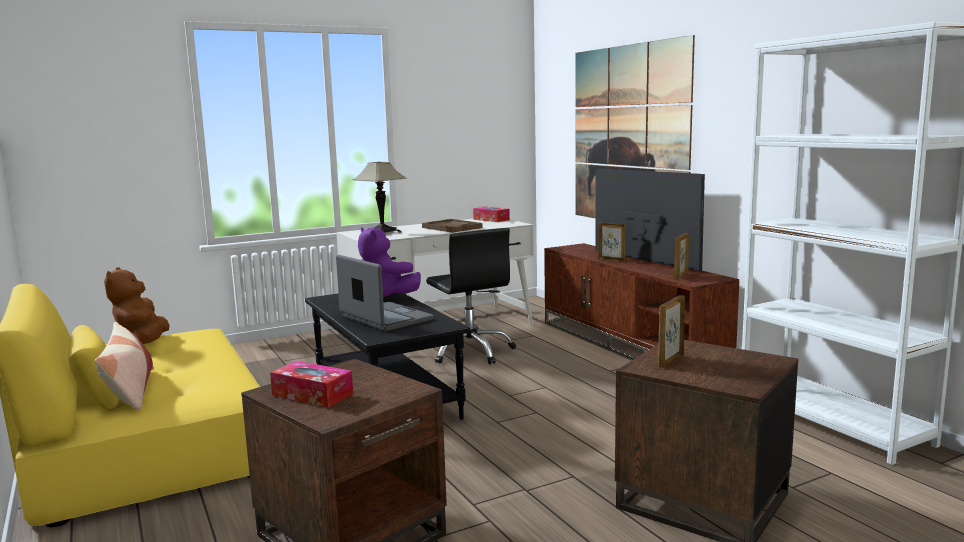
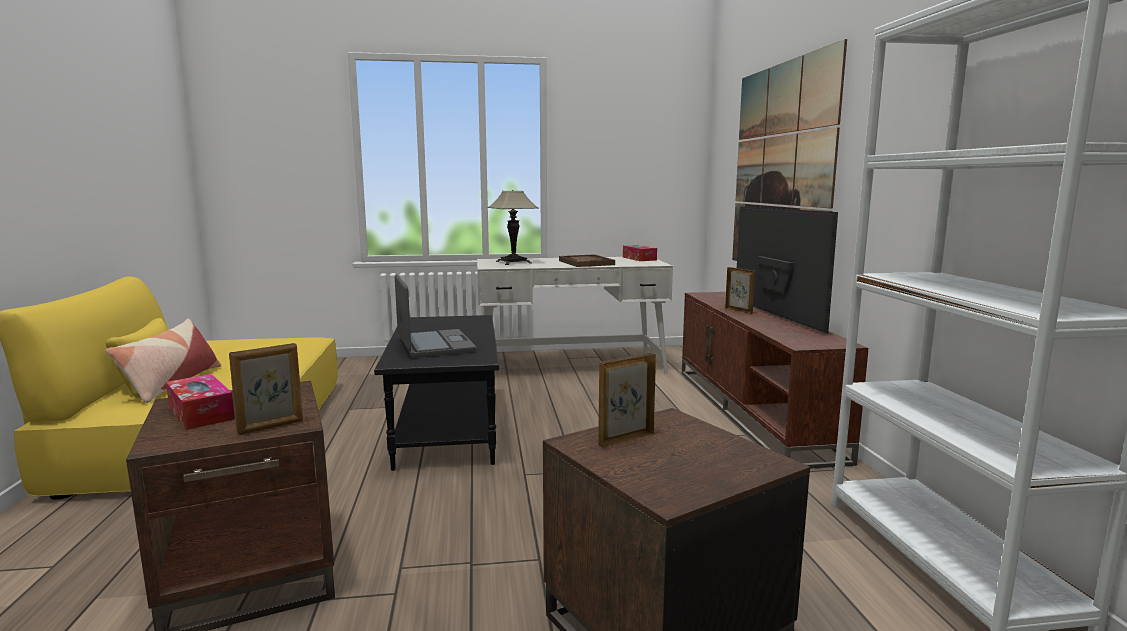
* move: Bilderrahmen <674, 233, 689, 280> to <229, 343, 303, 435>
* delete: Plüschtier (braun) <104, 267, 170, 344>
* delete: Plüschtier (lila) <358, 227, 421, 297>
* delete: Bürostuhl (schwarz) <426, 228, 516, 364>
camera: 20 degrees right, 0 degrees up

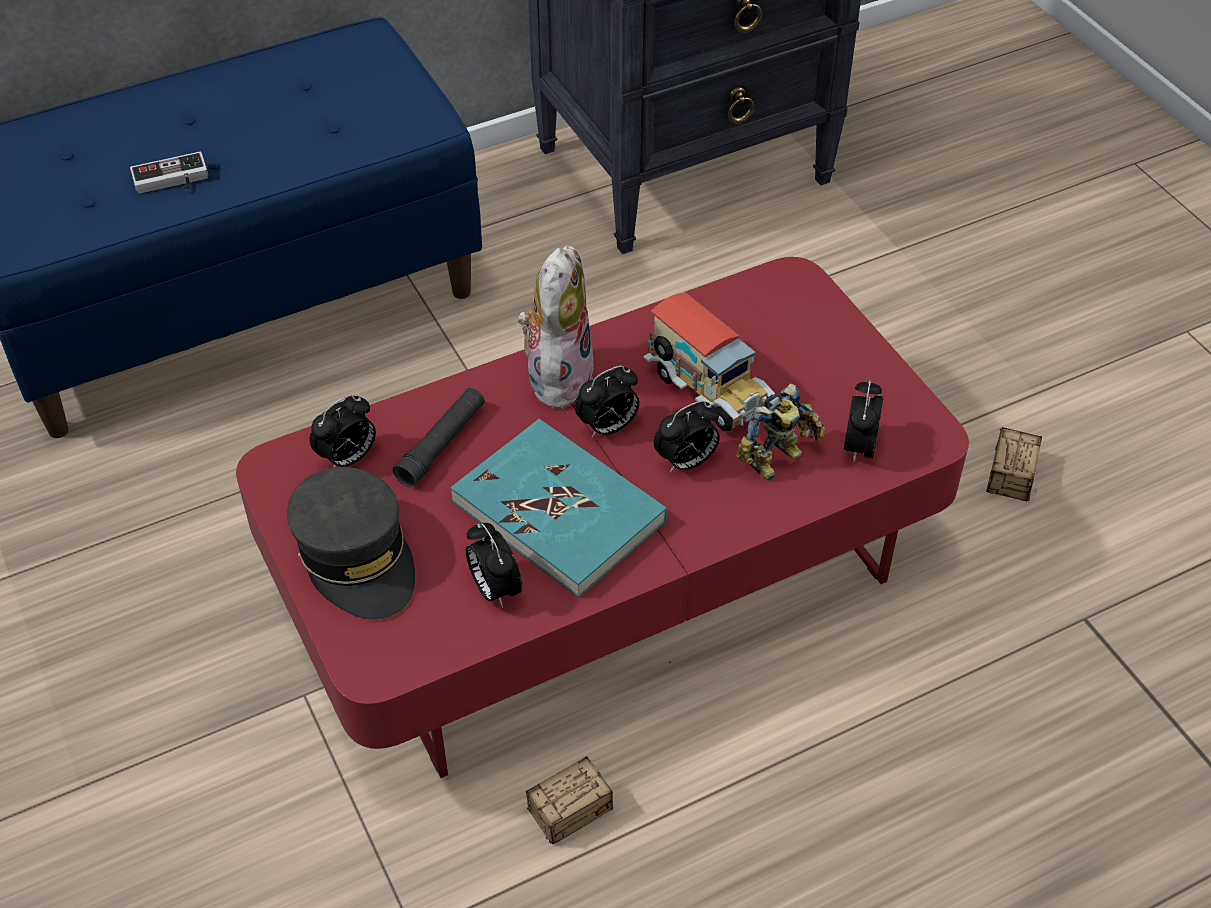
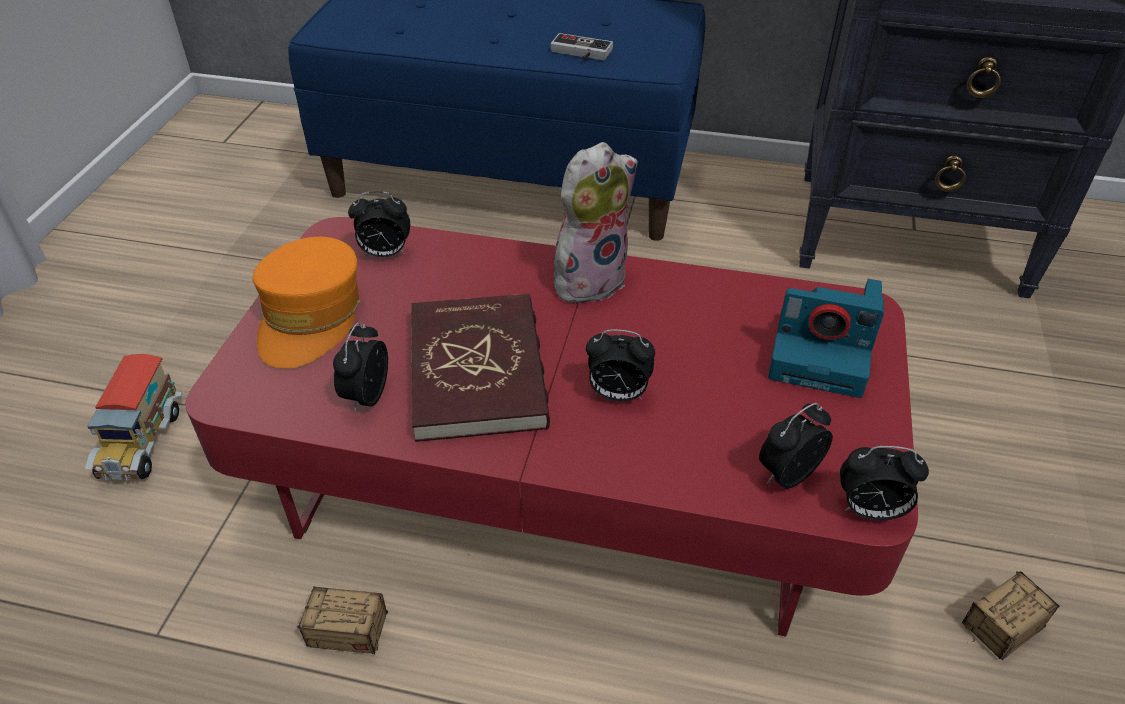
* move: Spielzeuglaster <643, 292, 775, 431> to <85, 354, 182, 481>
* recolor: Kappe (grau) <287, 467, 415, 620> to Kappe (orange) <253, 237, 360, 369>
* recolor: Buch (türkis) <450, 419, 667, 598> to Buch (rot) <411, 293, 550, 442>
* move: Gamepad <130, 152, 208, 194> to <550, 33, 613, 60>
* insert: Kamera <768, 279, 884, 398>
* move: Wecker <575, 365, 639, 438> to <840, 446, 929, 520>
* delete: Taschenlampe (schwarz) <392, 388, 485, 487>
* delete: Spielzeugroboter <736, 384, 825, 481>
camera: 40 degrees right, 5 degrees down

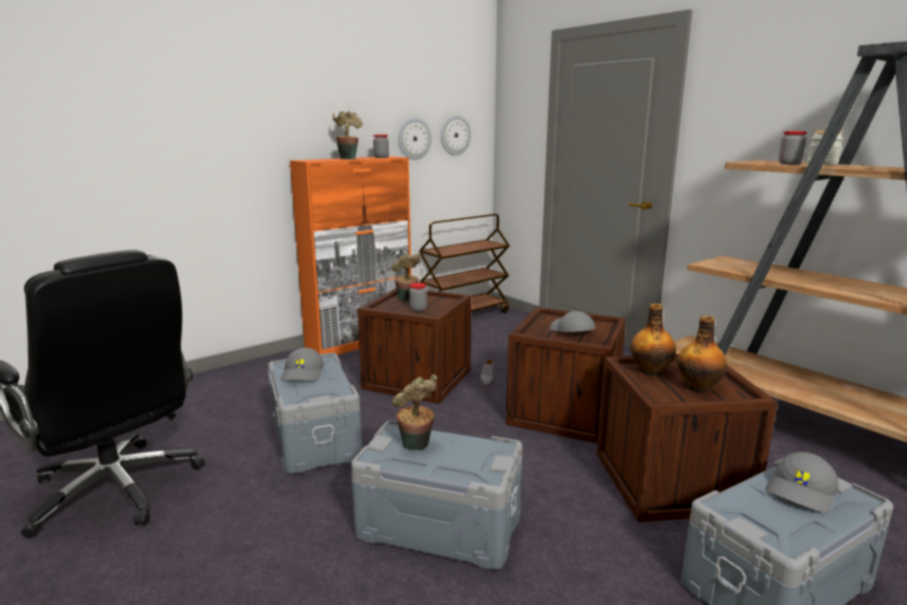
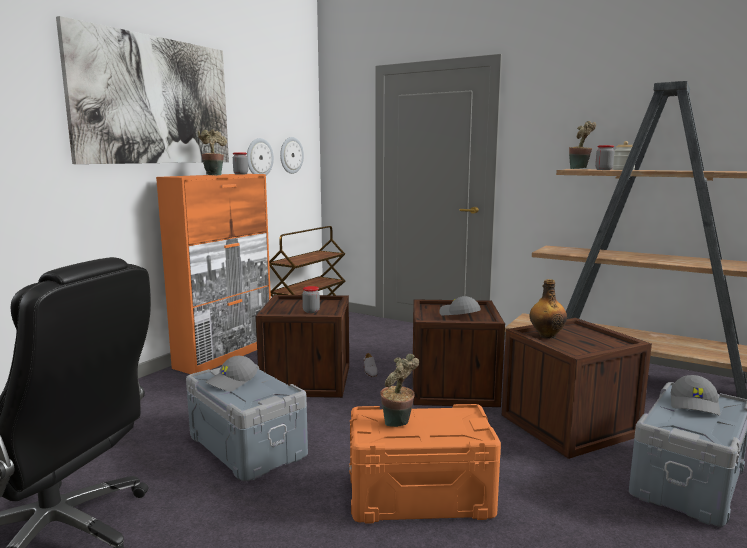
* insert: Bild <56, 16, 229, 164>
* rotate: Kappe (grau) <280, 348, 324, 381> = <206, 356, 257, 391> 60 degrees clockwise
* recolor: Aufbewahrungsbox (grau) <351, 420, 523, 570> to Aufbewahrungsbox (orange) <349, 404, 501, 524>
* move: Topfpflanze <392, 253, 421, 301> to <569, 121, 596, 169>
* delete: Flasche <677, 316, 727, 393>
camera: 20 degrees left, 5 degrees down

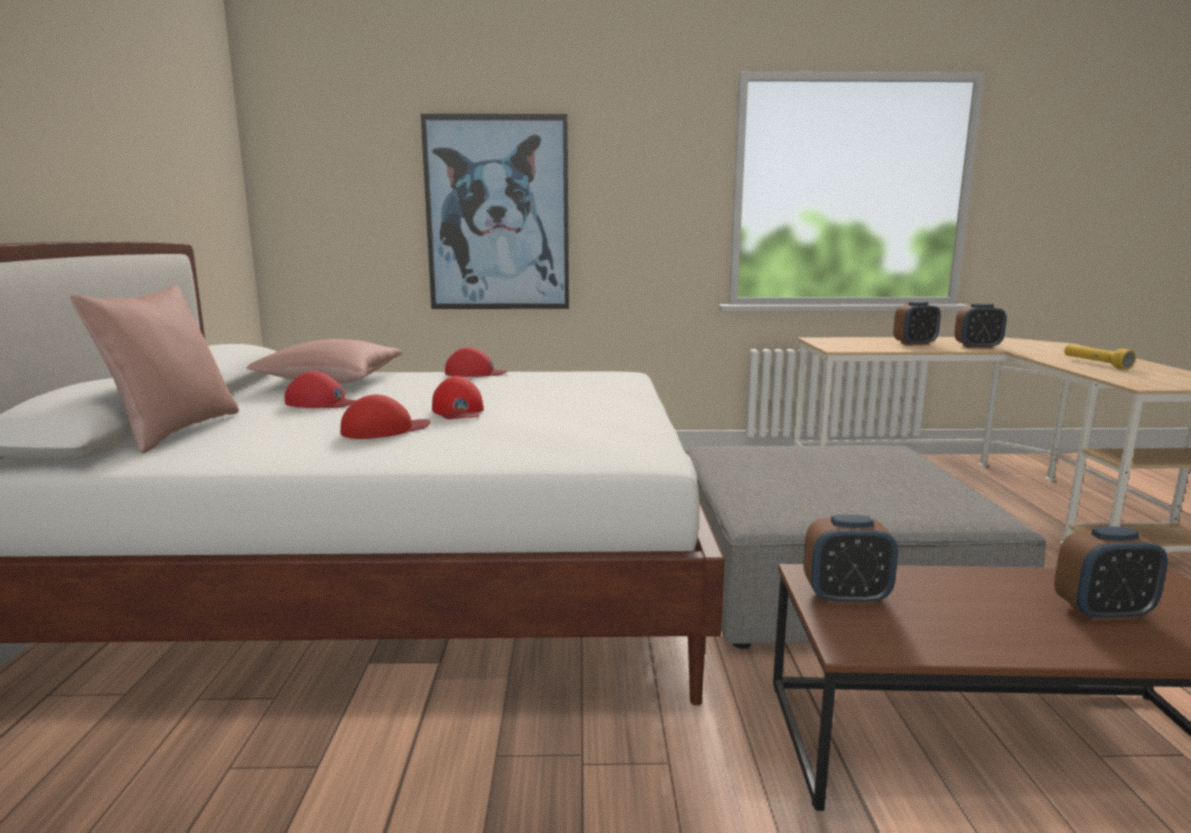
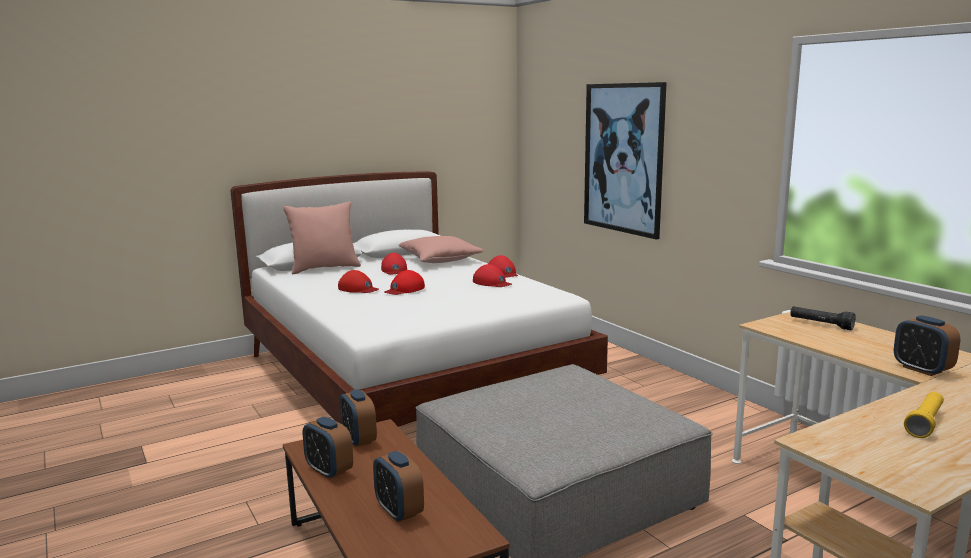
* move: Wecker <893, 301, 941, 346> to <303, 417, 353, 480>
* insert: Kappe (rot) <473, 264, 512, 287>
* insert: Taschenlampe (schwarz) <790, 306, 856, 330>
camera: 60 degrees right, 0 degrees up

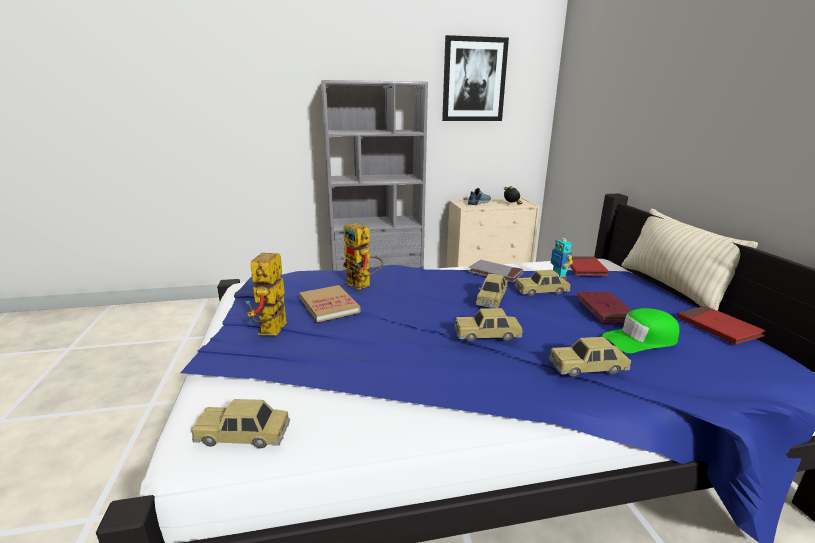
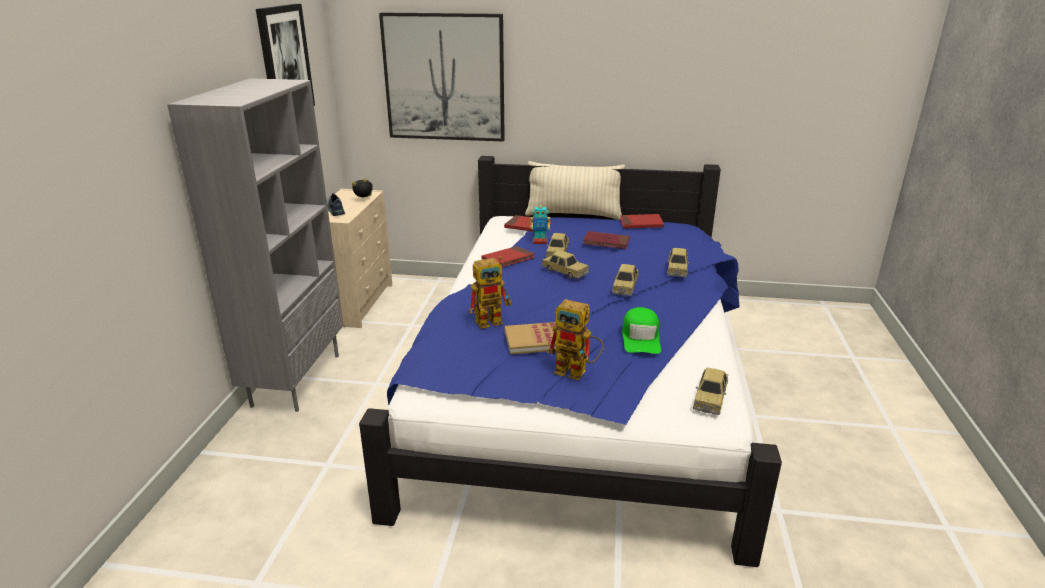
* insert: Bild <379, 12, 505, 142>
* recolor: Buch (grau) <468, 260, 524, 283> to Buch (rot) <481, 246, 535, 267>
* move: Kappe (grün) <602, 308, 679, 353> to <622, 307, 661, 354>
camera: 70 degrees left, 5 degrees up

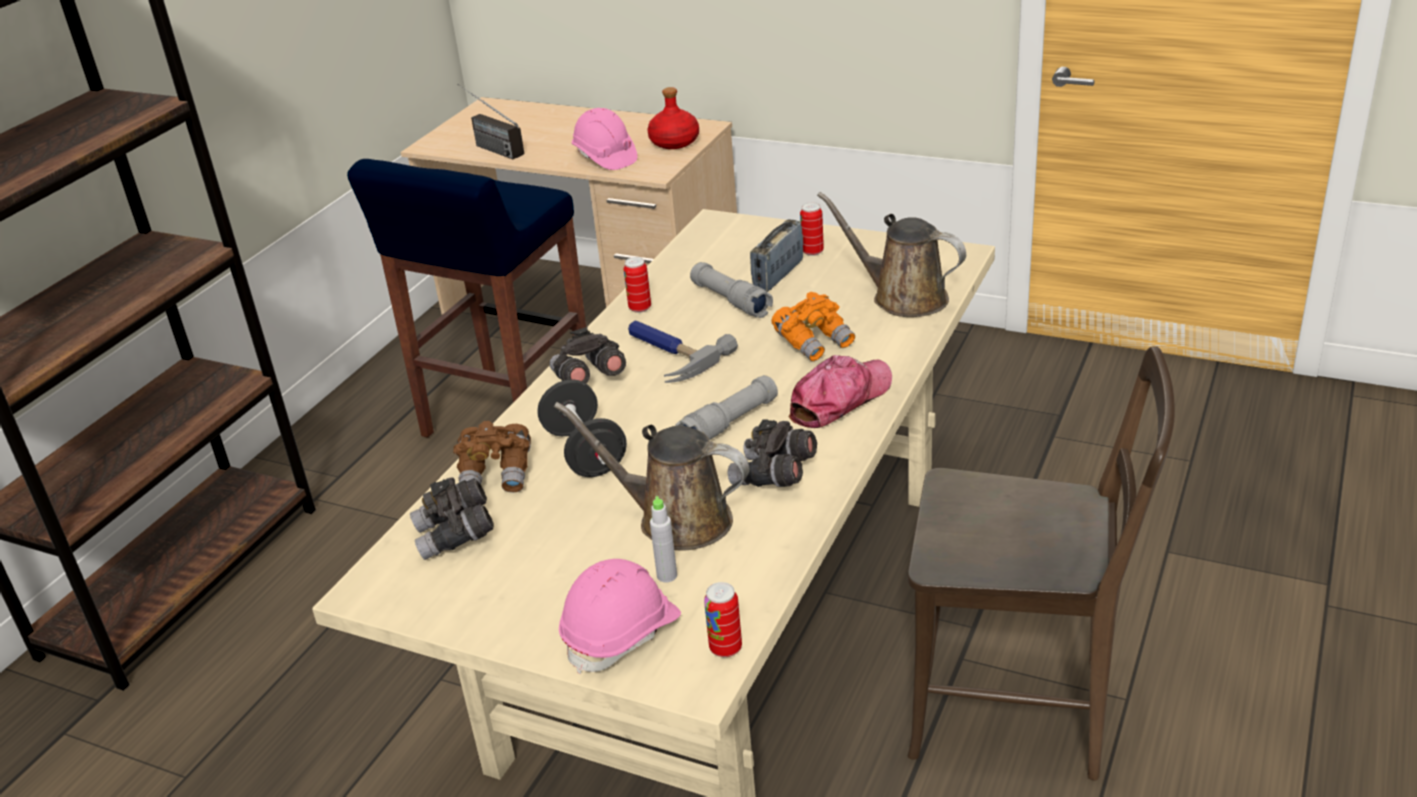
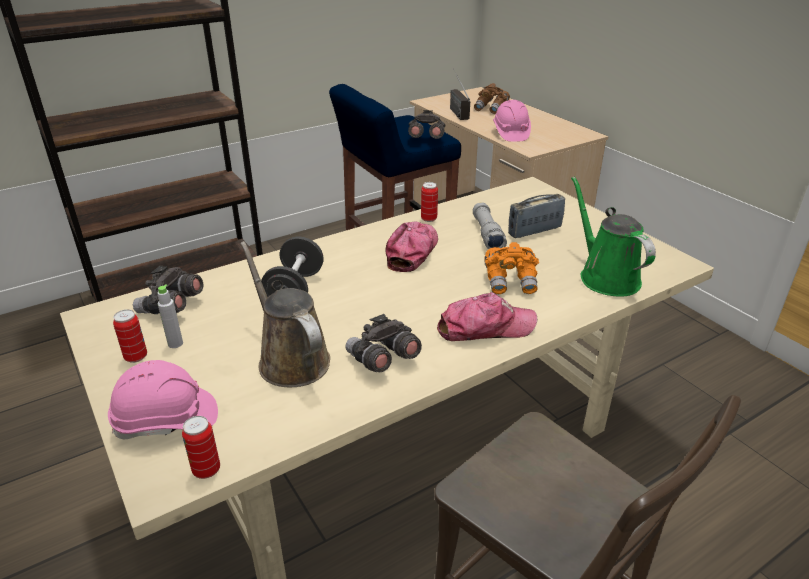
* move: Dose <800, 202, 824, 256> to <113, 309, 147, 363>
* move: Flasche (grau) <650, 496, 677, 583> to <158, 284, 183, 348>
* replace: Hammer <628, 320, 738, 383> to Kappe <386, 221, 438, 272>
* move: Fernglas (grau) <550, 327, 626, 383> to <408, 110, 446, 139>
* move: Fernglas (braun) <453, 421, 531, 493> to <474, 83, 510, 114>
* recolor: Gießkanne (braun) <817, 192, 966, 317> to Gießkanne (grün) <571, 176, 656, 297>
* delete: Flasche (rot) <647, 87, 699, 149>
* delete: Taschenlampe (grau) <675, 375, 778, 440>
camera: 30 degrees right, 0 degrees up

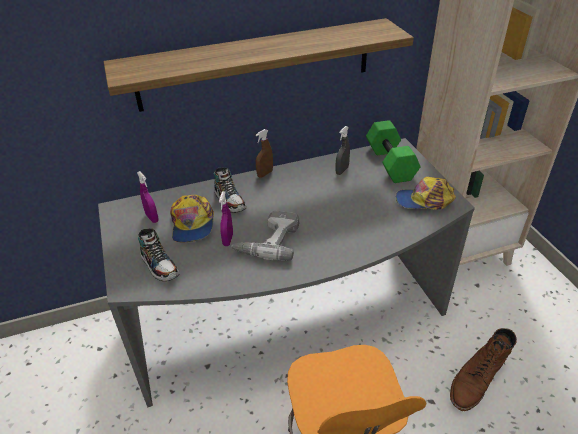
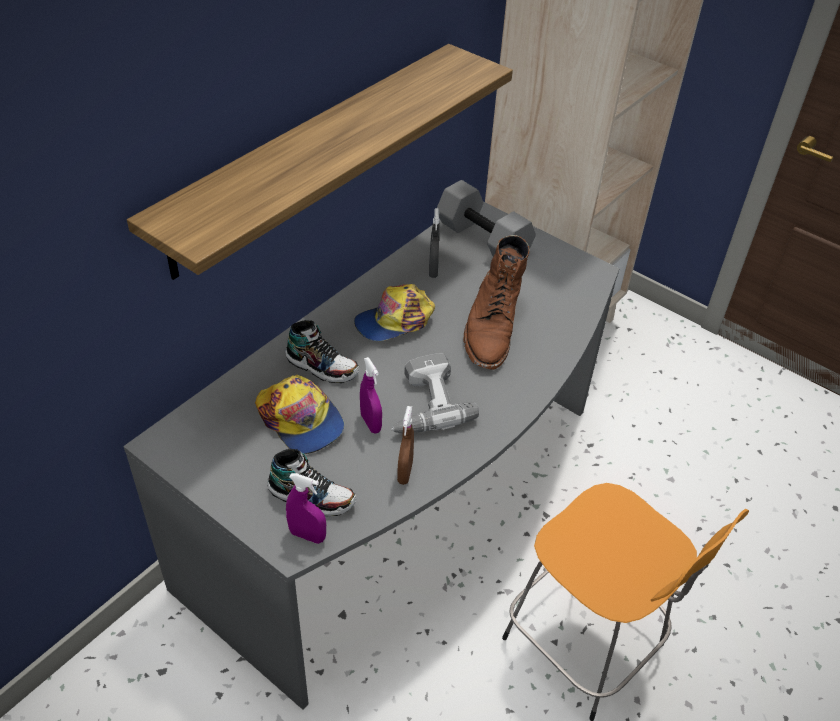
* move: Sprühflasche (lila) <137, 171, 159, 223> to <286, 473, 326, 544>
* move: Kappe <396, 177, 456, 210> to <354, 284, 435, 341>
* move: Sprühflasche (braun) <256, 129, 273, 178> to <397, 406, 414, 485>
* recolor: Hantel (grün) <366, 120, 421, 183> to Hantel (grau) <437, 180, 536, 256>
* move: Stiefel (braun) <450, 328, 517, 411> to <463, 235, 530, 370>
camera: 35 degrees left, 5 degrees up

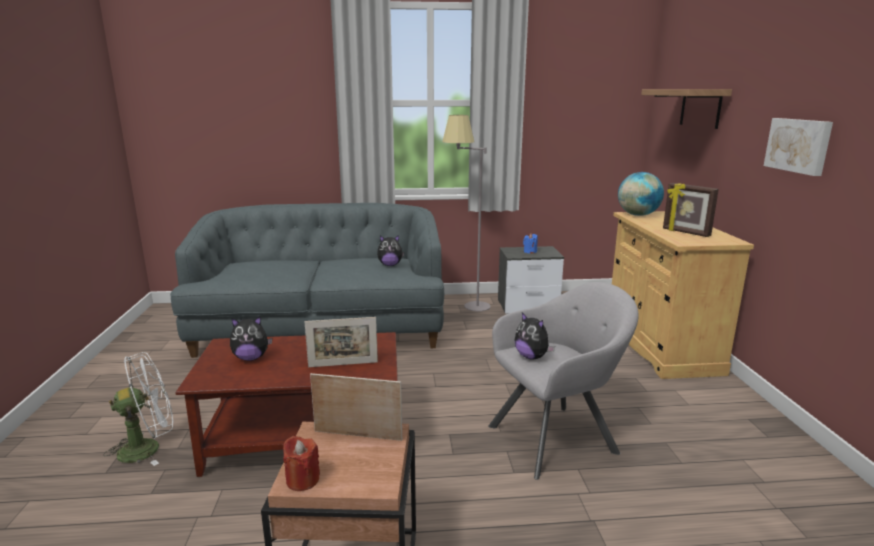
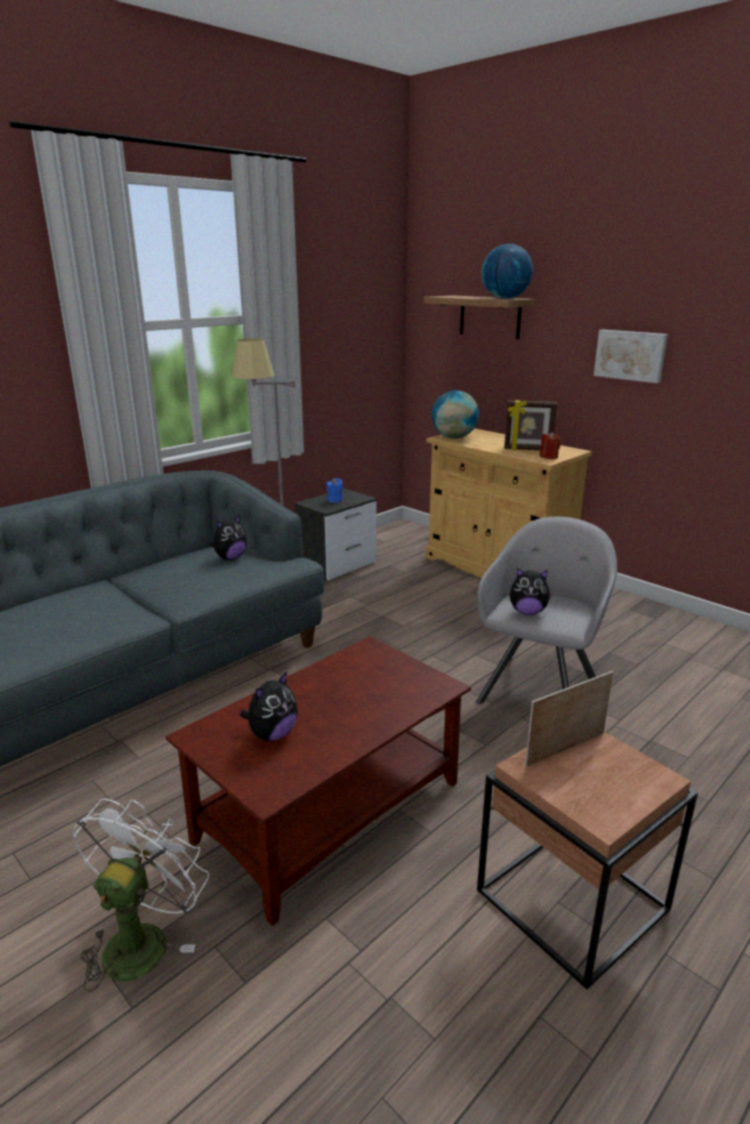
* insert: Globus <481, 244, 533, 299>
* move: Kerze (rot) <283, 436, 320, 491> to <540, 432, 561, 459>
* delete: Bilderrahmen <305, 317, 378, 367>
camera: 40 degrees left, 5 degrees up

